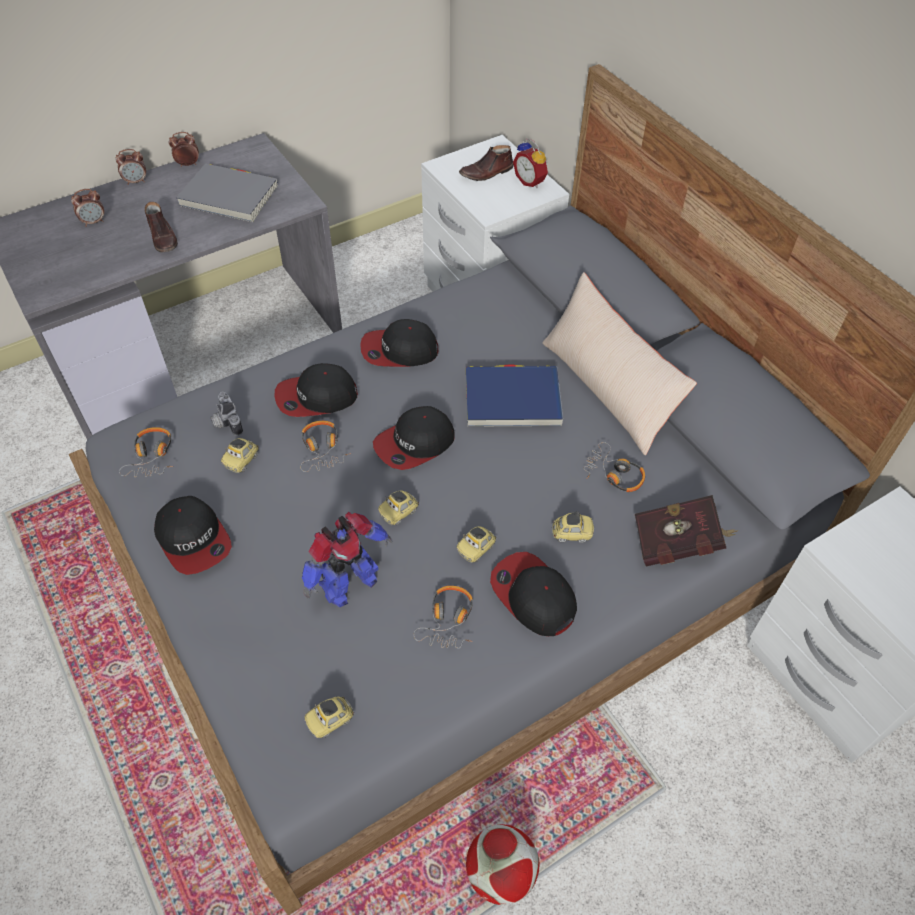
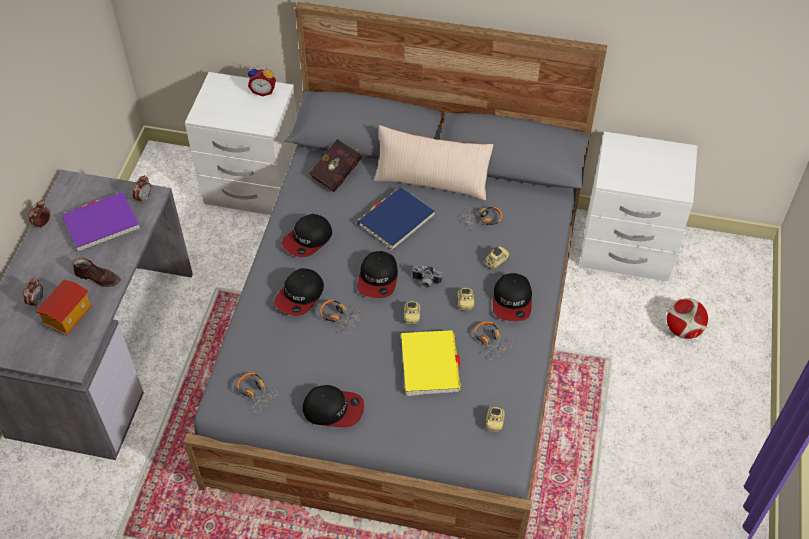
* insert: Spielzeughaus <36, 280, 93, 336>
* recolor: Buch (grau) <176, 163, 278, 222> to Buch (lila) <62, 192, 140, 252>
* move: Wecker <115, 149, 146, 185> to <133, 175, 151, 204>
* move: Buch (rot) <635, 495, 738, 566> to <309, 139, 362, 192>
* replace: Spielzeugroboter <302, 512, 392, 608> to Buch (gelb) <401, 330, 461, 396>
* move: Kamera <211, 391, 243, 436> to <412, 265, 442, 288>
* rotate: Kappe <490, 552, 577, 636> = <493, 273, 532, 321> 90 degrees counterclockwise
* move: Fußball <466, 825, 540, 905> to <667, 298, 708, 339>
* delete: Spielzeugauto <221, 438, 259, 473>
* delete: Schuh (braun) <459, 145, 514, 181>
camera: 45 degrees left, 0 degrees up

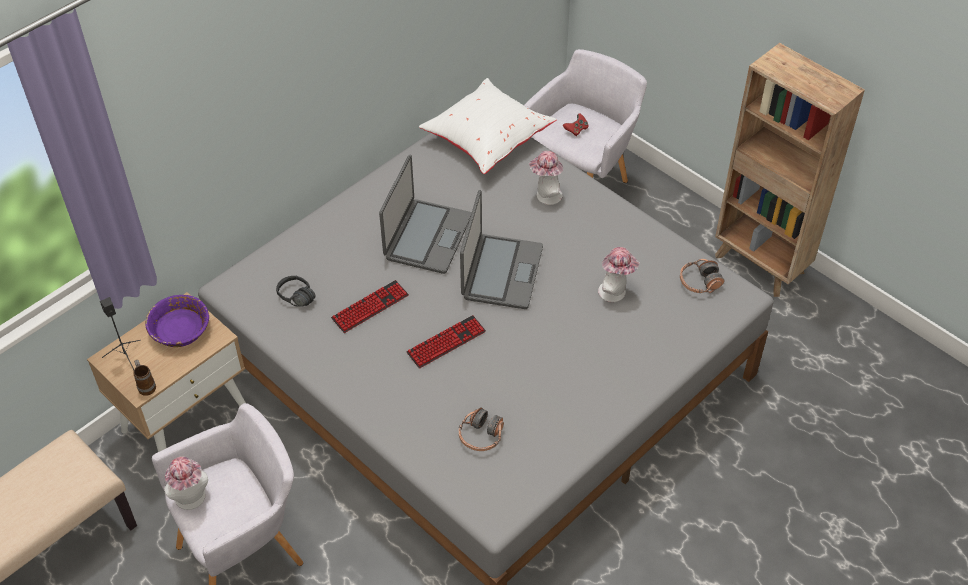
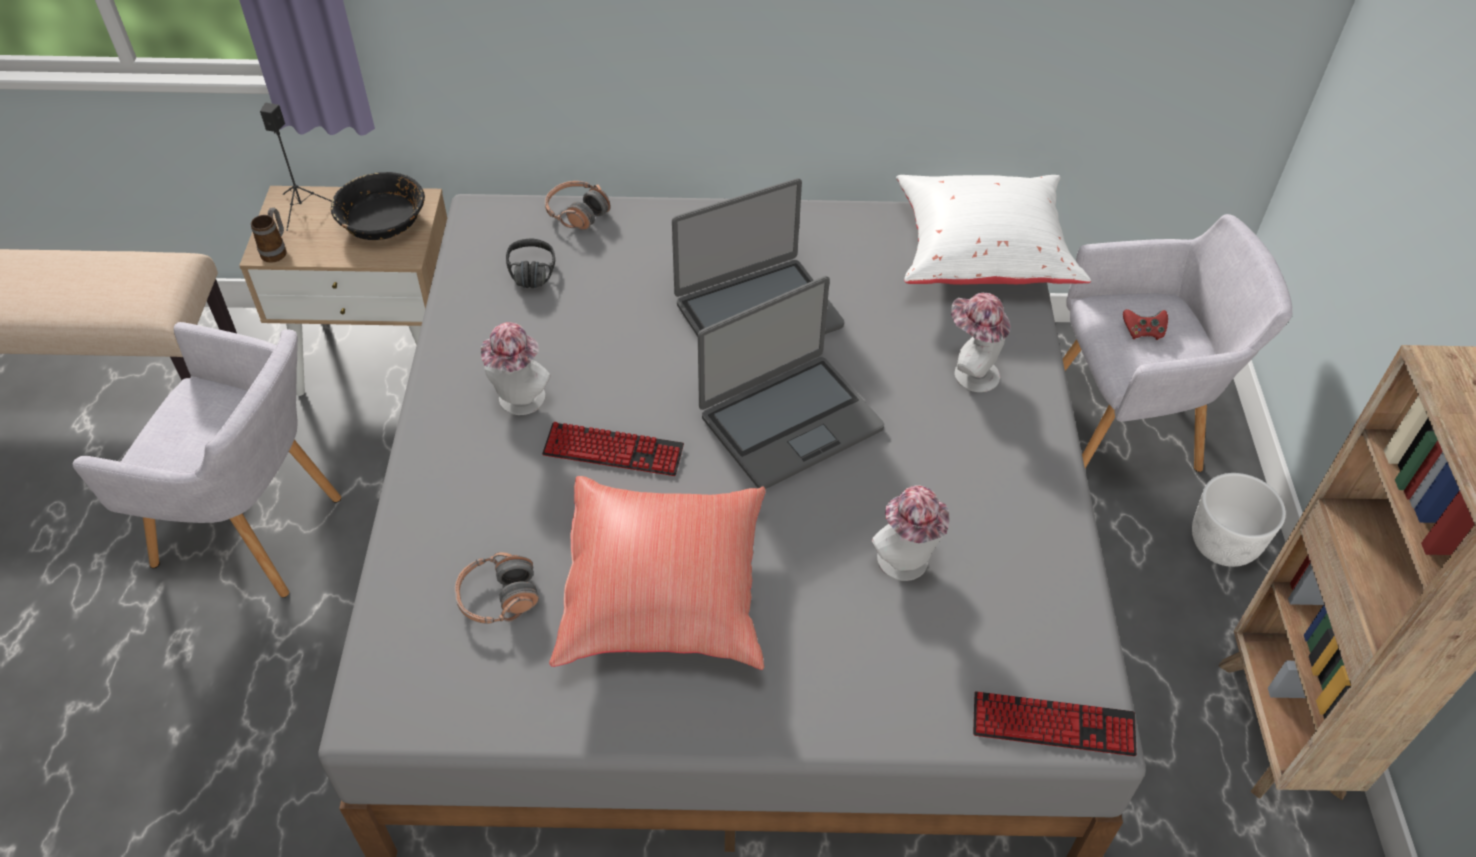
* recolor: Schüssel (lila) <145, 295, 209, 347> to Schüssel (schwarz) <331, 172, 425, 240>
* move: Hut <164, 456, 208, 510> to <481, 322, 551, 415>
* move: Kopfhörer <680, 259, 724, 293> to <545, 181, 611, 230>
* insert: Kissen (rot) <549, 476, 766, 670>
* move: Tastatur <331, 280, 409, 333> to <973, 691, 1137, 756>
* insert: Pflanzkübel (weiß) <1192, 473, 1286, 567>
camera: 45 degrees right, 0 degrees up

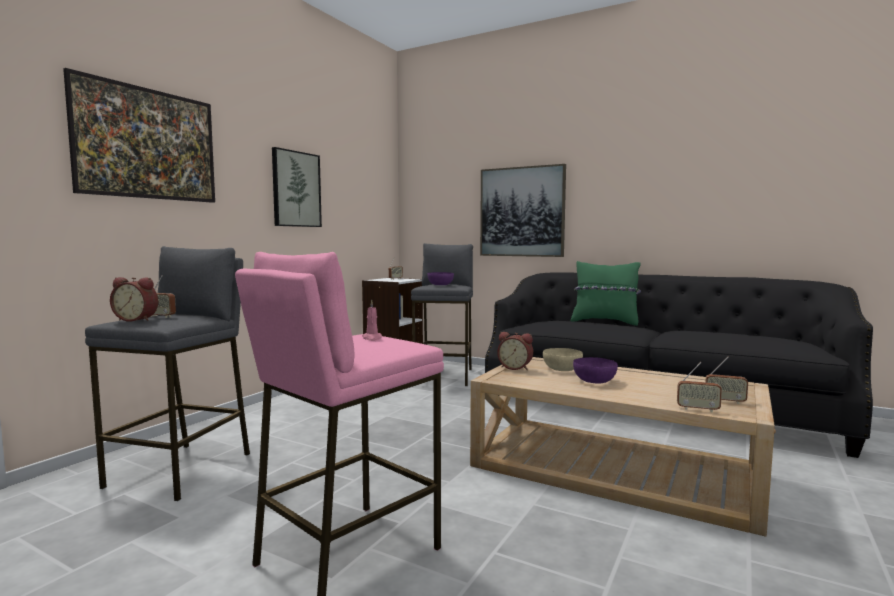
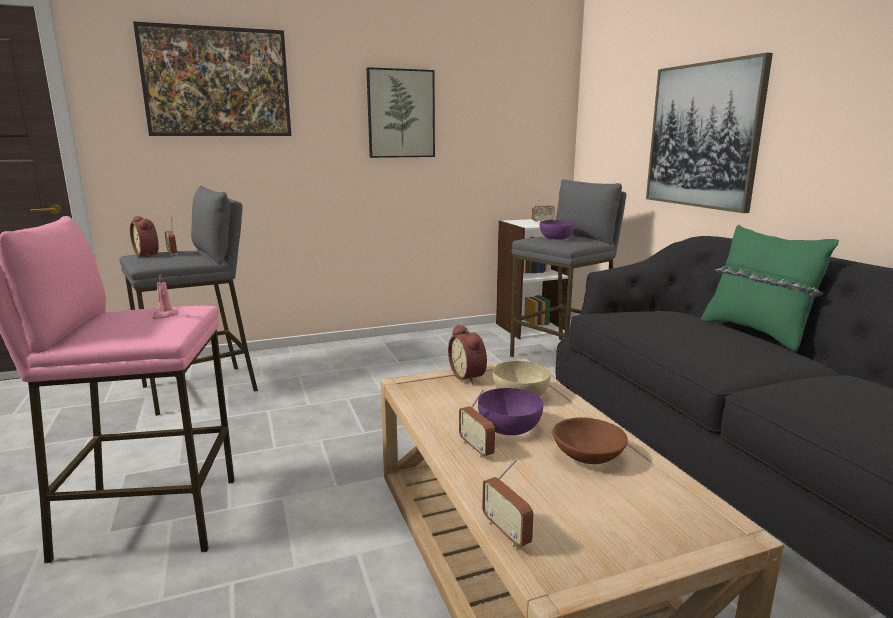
* move: Radio <705, 357, 748, 404> to <459, 389, 495, 457>
* insert: Schüssel (braun) <552, 417, 628, 464>
camera: 40 degrees right, 10 degrees up

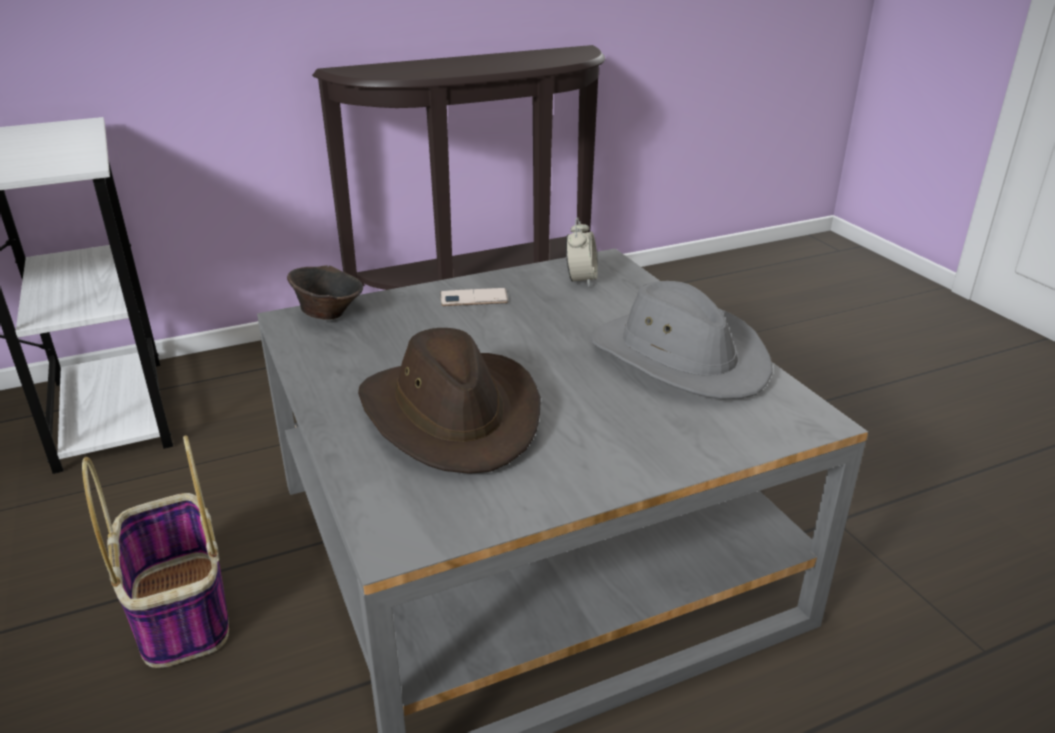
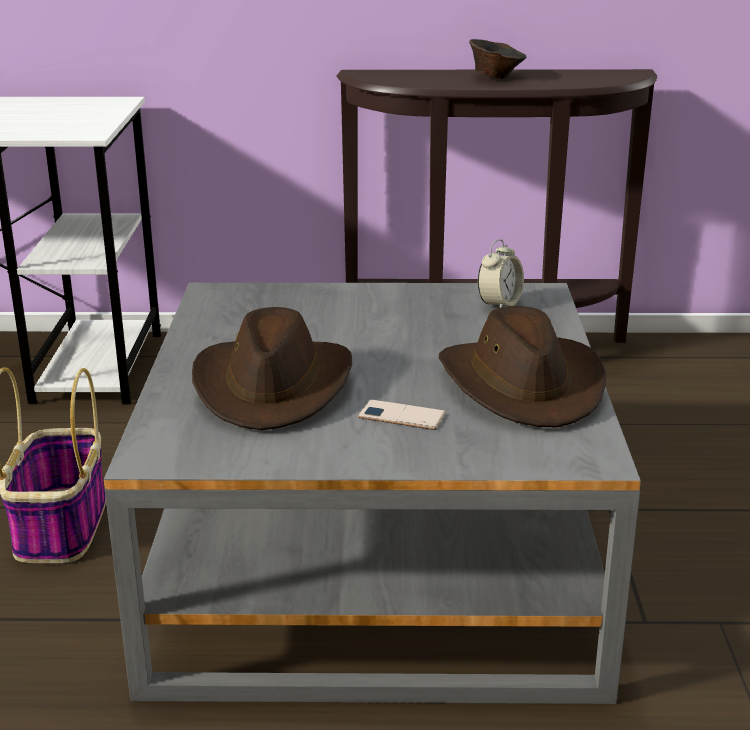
* move: Handy <440, 288, 508, 306> to <358, 399, 446, 430>
* recolor: Hut (grau) <591, 281, 773, 399> to Hut (braun) <439, 306, 607, 428>
* move: Schüssel (braun) <287, 265, 363, 320> to <469, 39, 526, 79>
camera: 25 degrees right, 5 degrees down

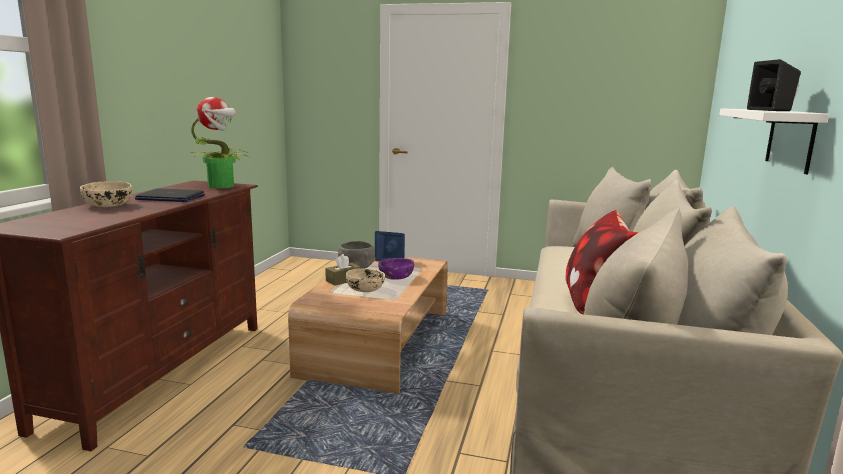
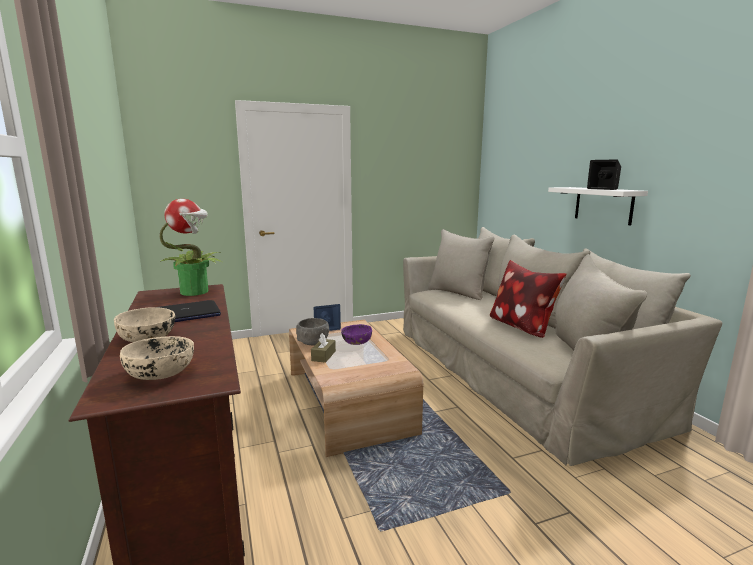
* move: Schüssel (beige) <346, 268, 385, 292> to <120, 336, 194, 380>
camera: 35 degrees left, 0 degrees up

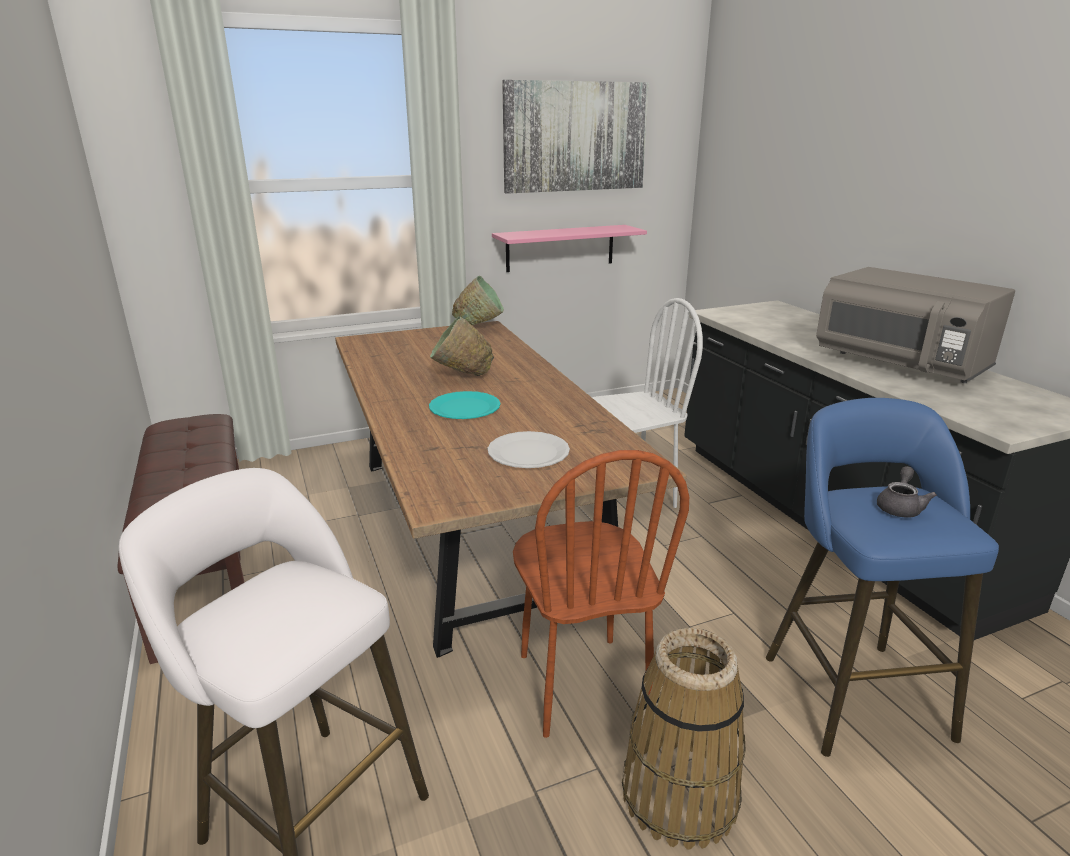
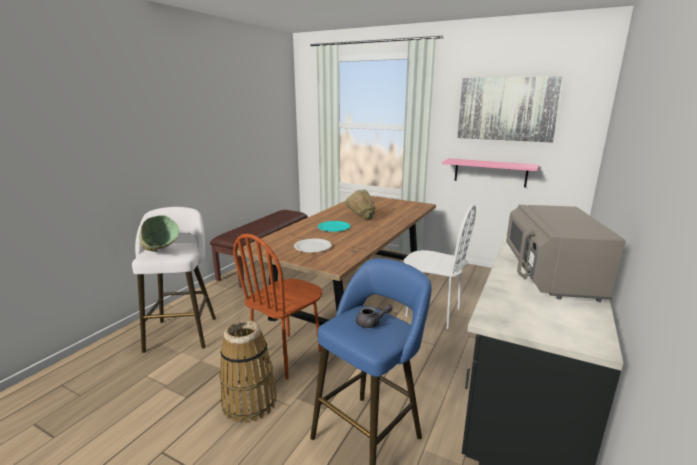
* move: Schüssel (grün) <452, 276, 504, 325> to <139, 215, 179, 252>
camera: 50 degrees right, 5 degrees down

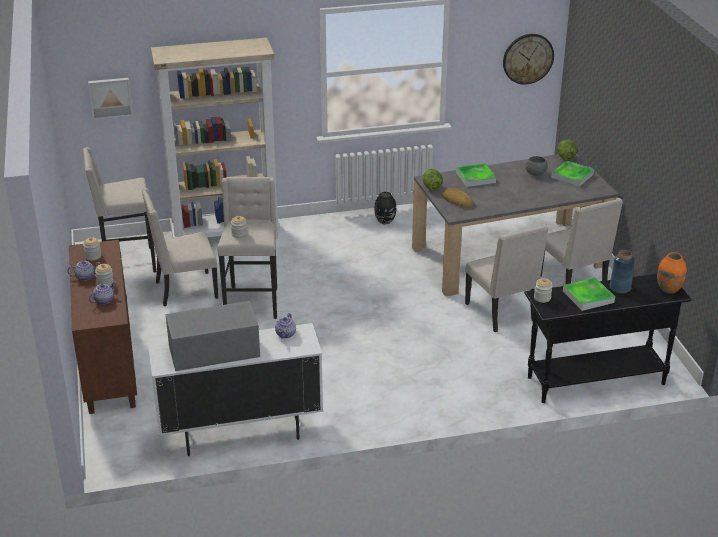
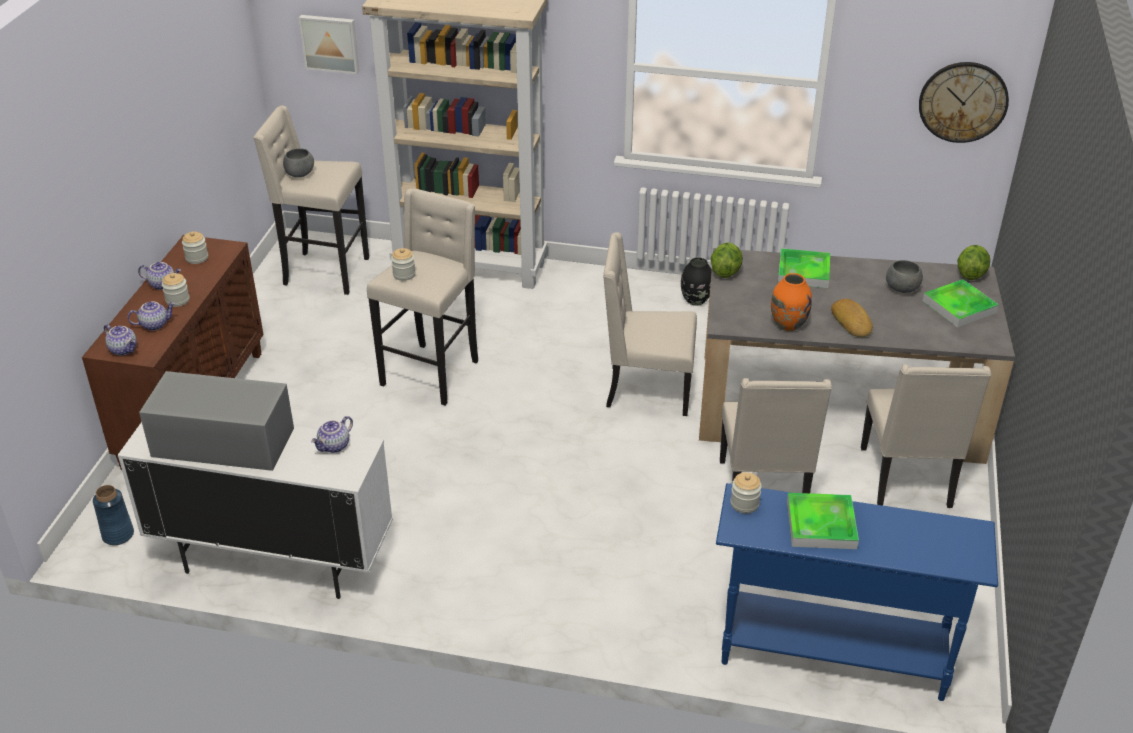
* move: Vase (blau) <610, 250, 634, 294> to <93, 485, 134, 545>
* insert: Teekanne <104, 324, 137, 356>
* insert: Schüssel (grau) <283, 148, 314, 177>
* move: Stuhl (beige) <142, 188, 218, 306> to <603, 232, 697, 416>
* recolor: Konsolentisch (schwarz) <524, 274, 692, 403> to Konsolentisch (blau) <716, 483, 998, 701>
* move: Vase (orange) <657, 252, 687, 294> to <771, 273, 812, 331>
* move: Brot <442, 188, 473, 208> to <831, 299, 873, 337>
camera: 25 degrees right, 5 degrees up

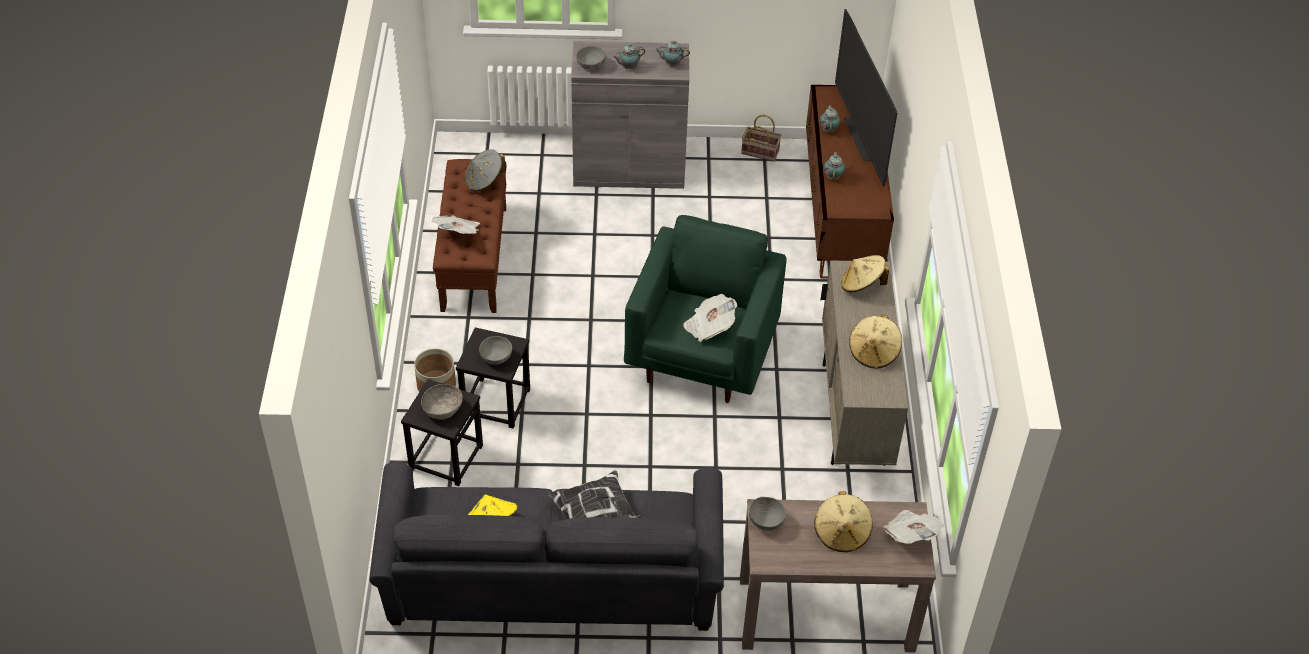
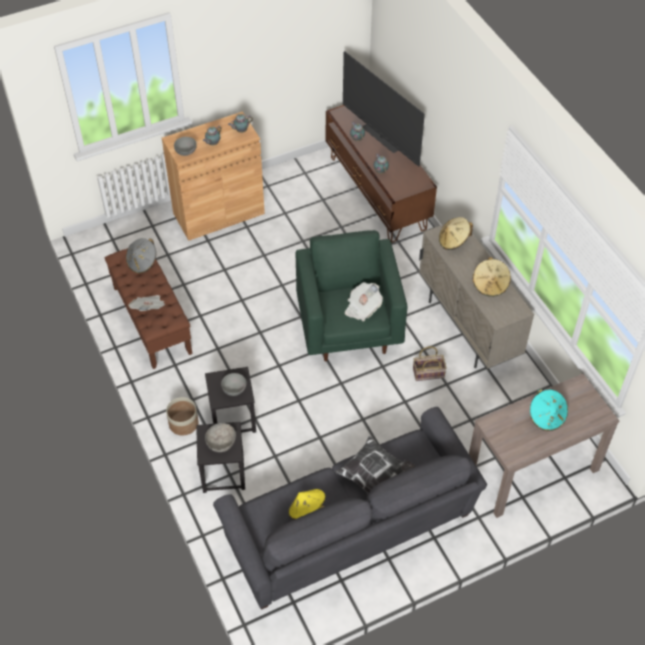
* recolor: Schrank (grau) <571, 41, 689, 189> to Schrank (braun) <162, 112, 265, 241>
* move: Korb <741, 115, 782, 161> to <413, 346, 447, 381>
* recolor: Hut (beige) <814, 491, 873, 552> to Hut (türkis) <530, 389, 568, 431>
* delete: Schüssel (grau) <749, 497, 786, 531>
* delete: Zeitung <883, 510, 944, 544>
camera: 25 degrees left, 5 degrees up

